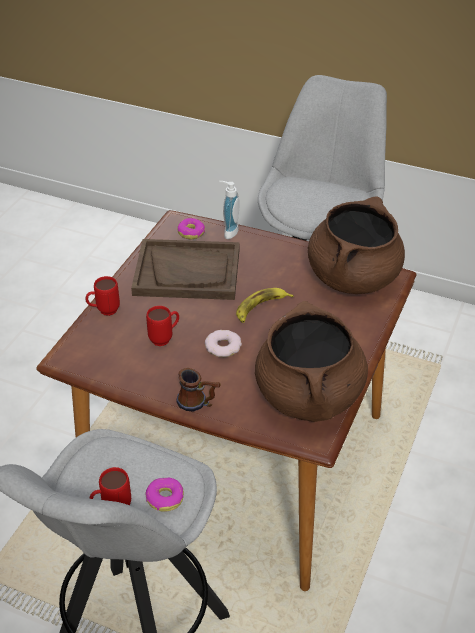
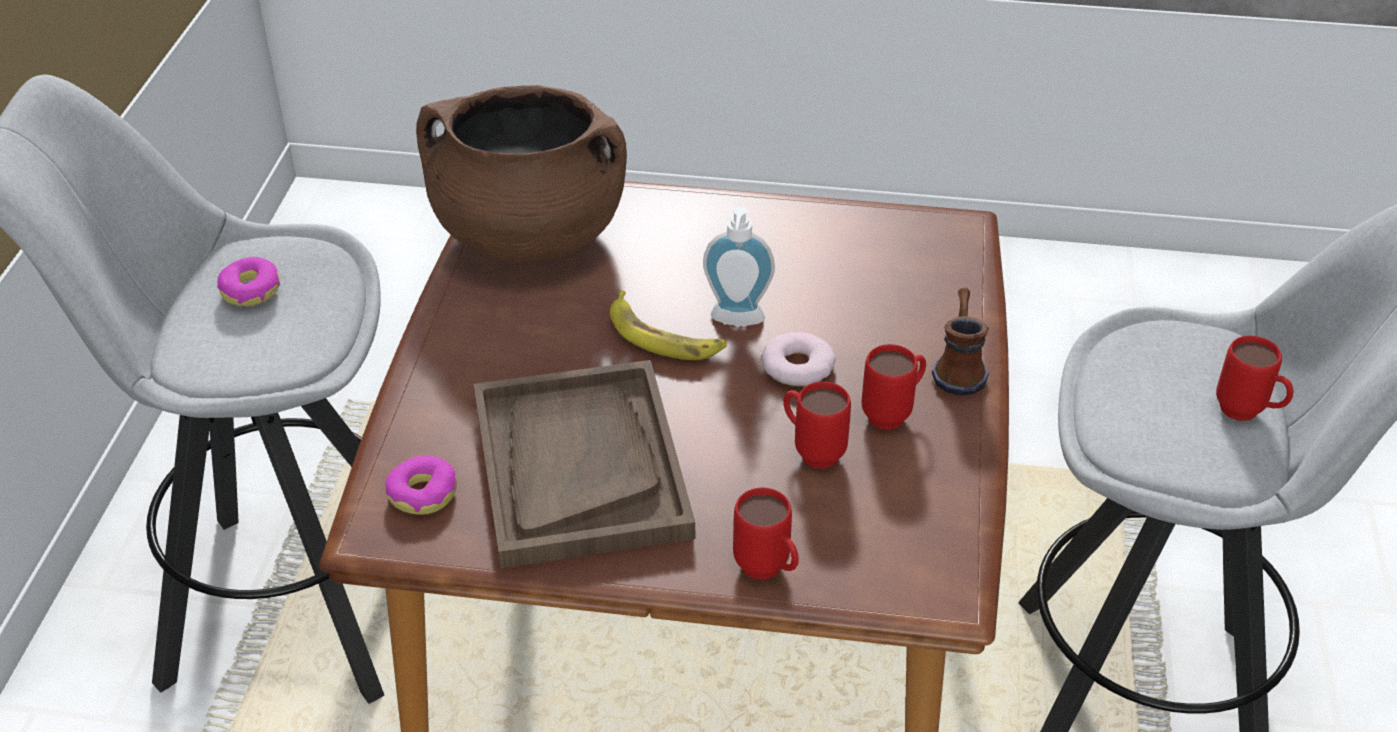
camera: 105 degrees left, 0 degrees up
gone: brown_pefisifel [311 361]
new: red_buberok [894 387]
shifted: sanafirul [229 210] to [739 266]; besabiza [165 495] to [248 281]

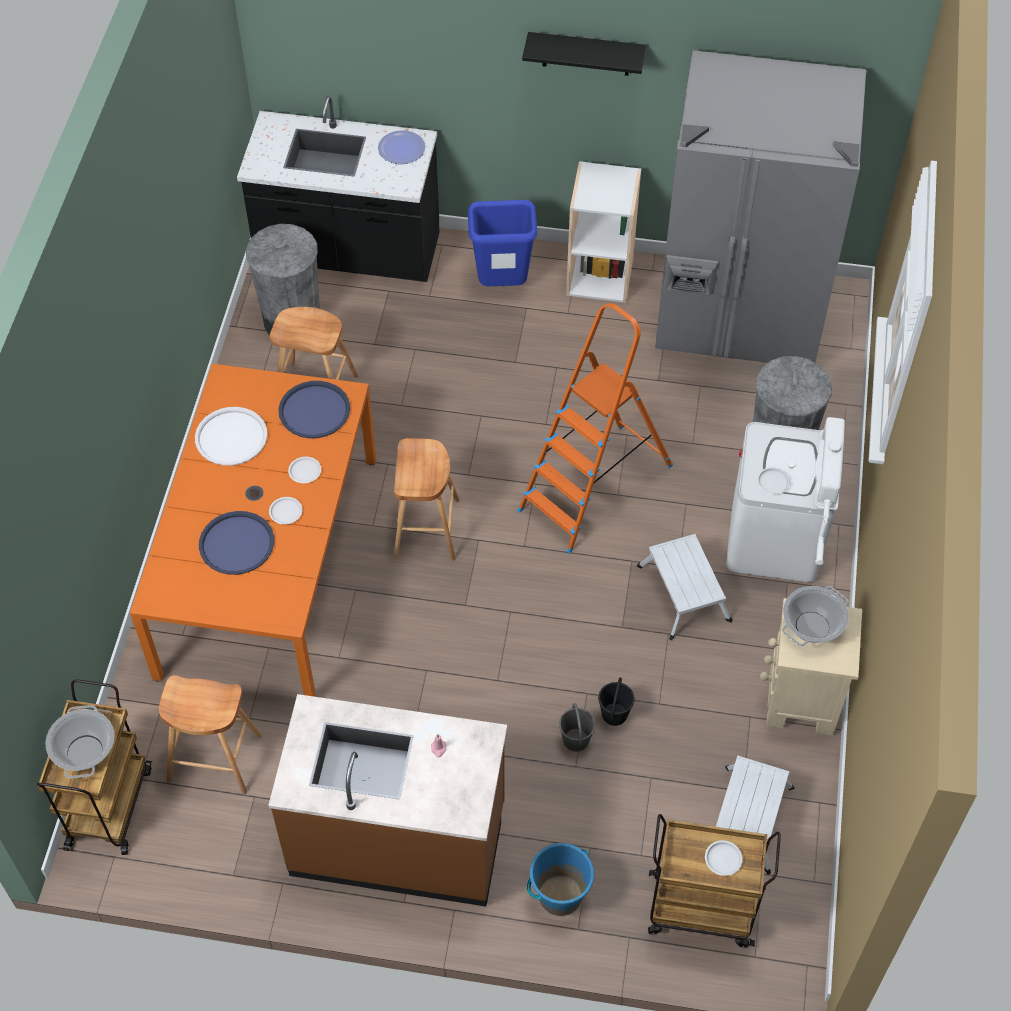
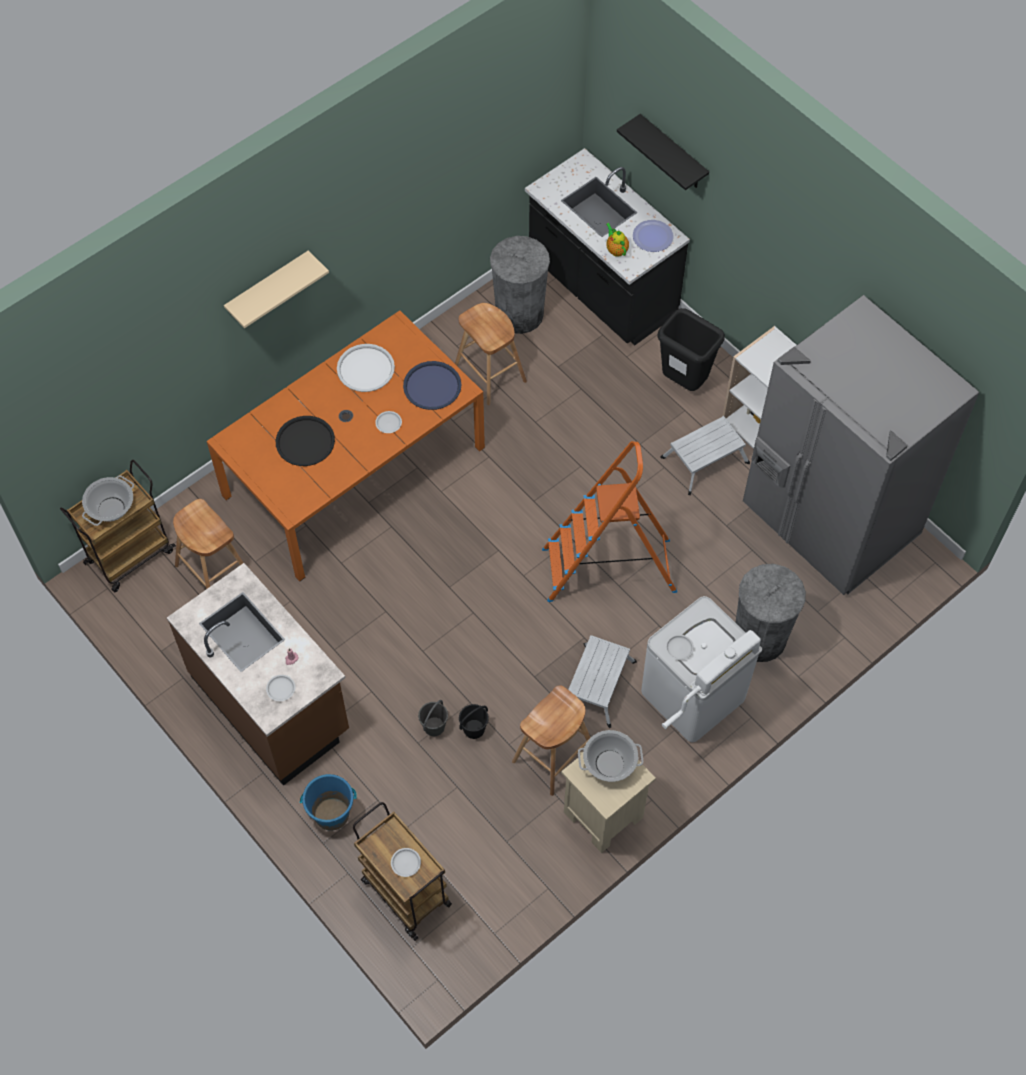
camera: 40 degrees right, 5 degrees up
new: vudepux [617 240]; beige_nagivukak [276 289]
shifted: black_nagivukak [584 54] to [663 152]; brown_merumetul [426 499] to [551 740]; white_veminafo [286 510] to [280 688]; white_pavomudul [755 815] to [705 455]
repainted: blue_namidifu [502 243] to black_namidifu [691 349]; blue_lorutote [236 543] to black_lorutote [305 441]

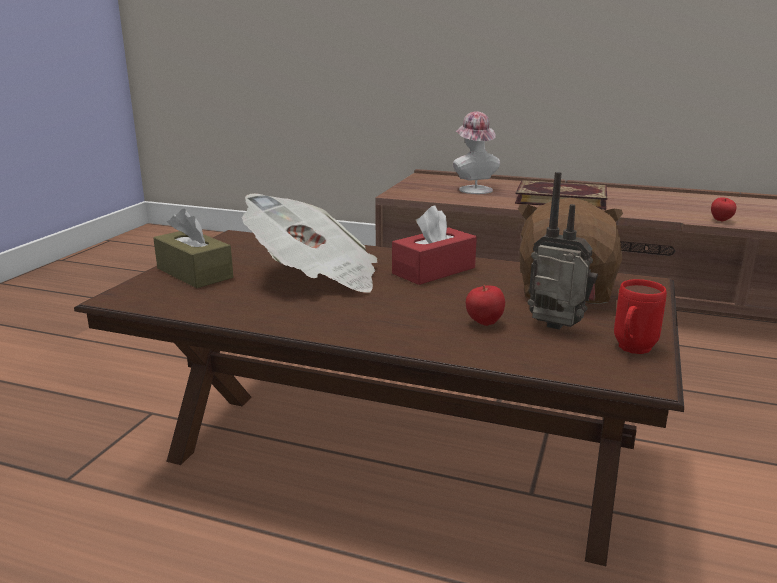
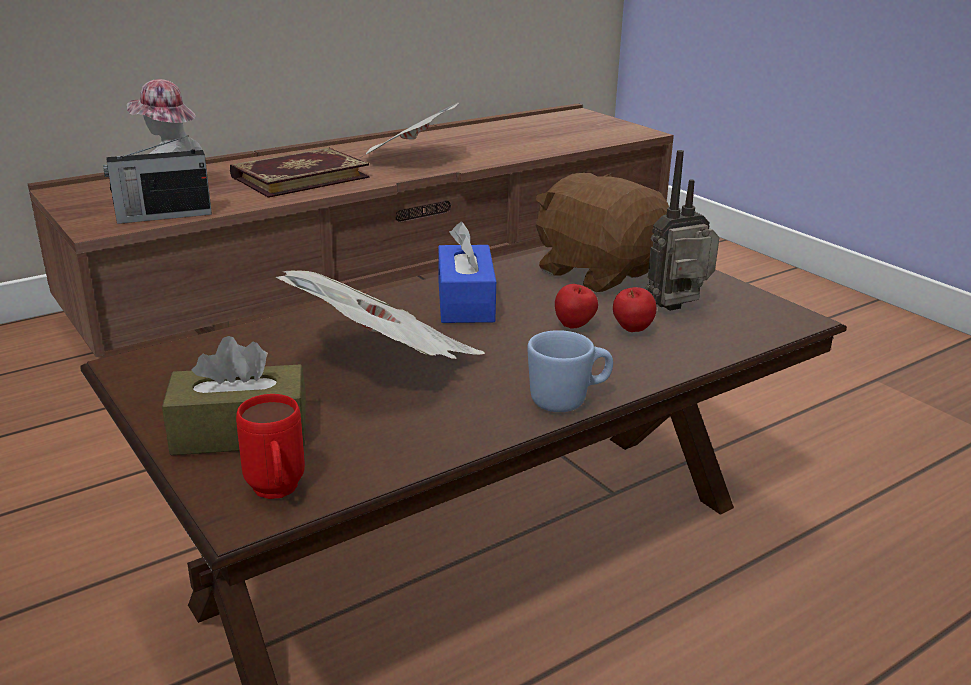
camera: 55 degrees left, 5 degrees up
new: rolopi [409 130]; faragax [157 179]; blue_buberok [570 371]
shifted: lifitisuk [724 209] to [576 306]; red_buberok [640 316] to [270 446]
repainted: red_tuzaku [434 245] to blue_tuzaku [467 272]

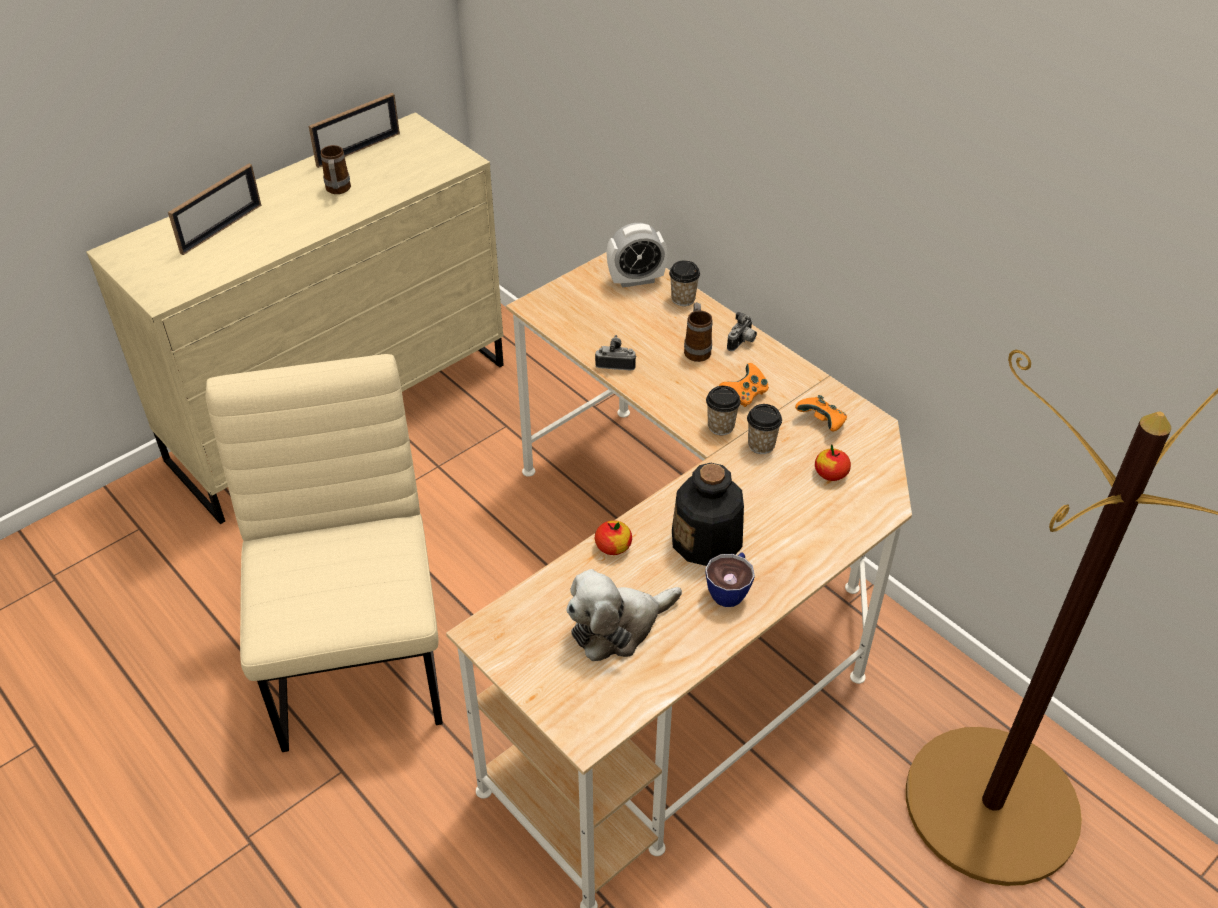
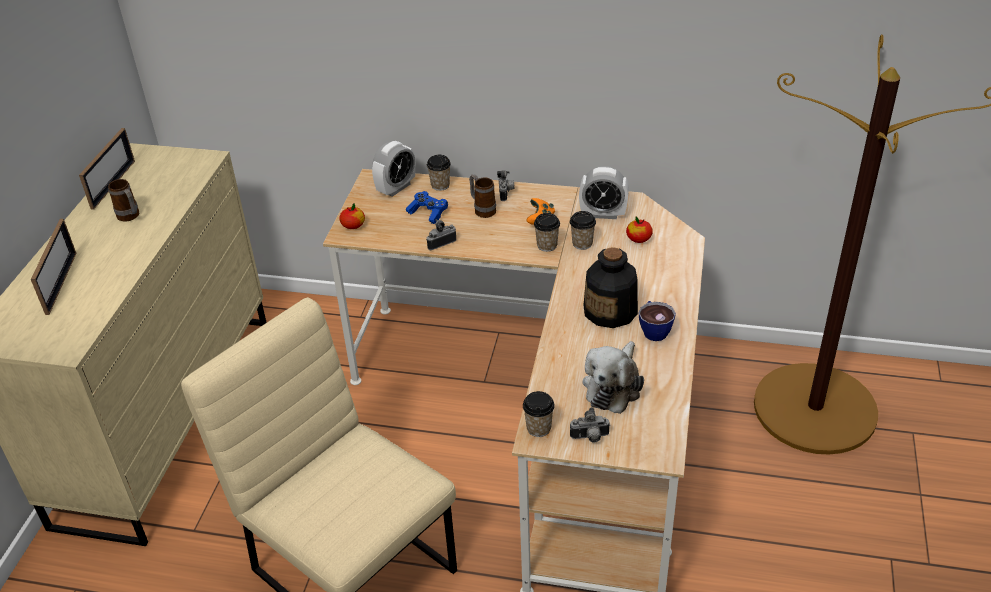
camera: 35 degrees left, 5 degrees down
new: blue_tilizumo [427 207]; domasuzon [539 414]; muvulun [590 424]
shifted: lifitisuk [613 537] to [352 216]
swapped: orange_tilizumo [821 413] to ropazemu [604 192]

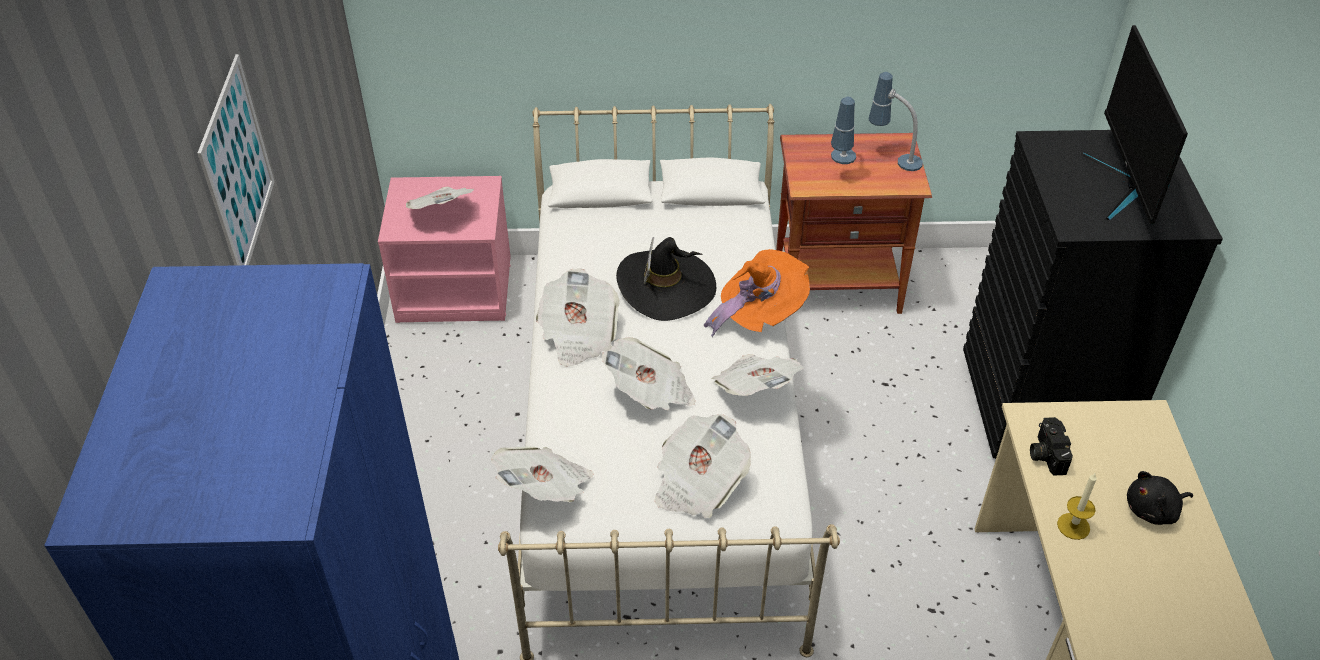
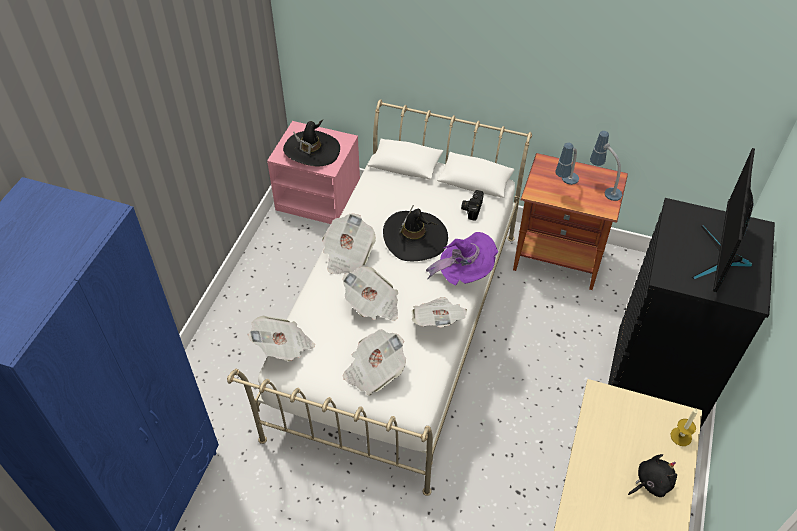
camera: 20 degrees right, 5 degrees up
gone: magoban [236 159]
shifted: muvulun [1051 446] to [472 205]; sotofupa [1077 506] to [684 427]
swapped: rolopi [440 197] to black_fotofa [311 142]
repainted: orange_fotofa [757 293] to purple_fotofa [462 259]
rotated: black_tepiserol [1160 498] = [652 475] 150 degrees clockwise

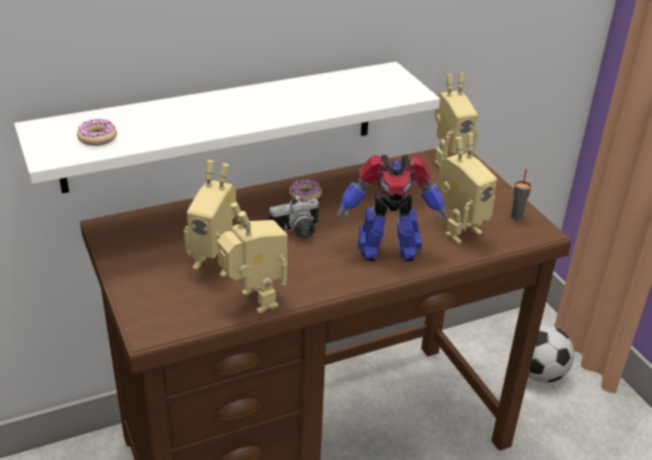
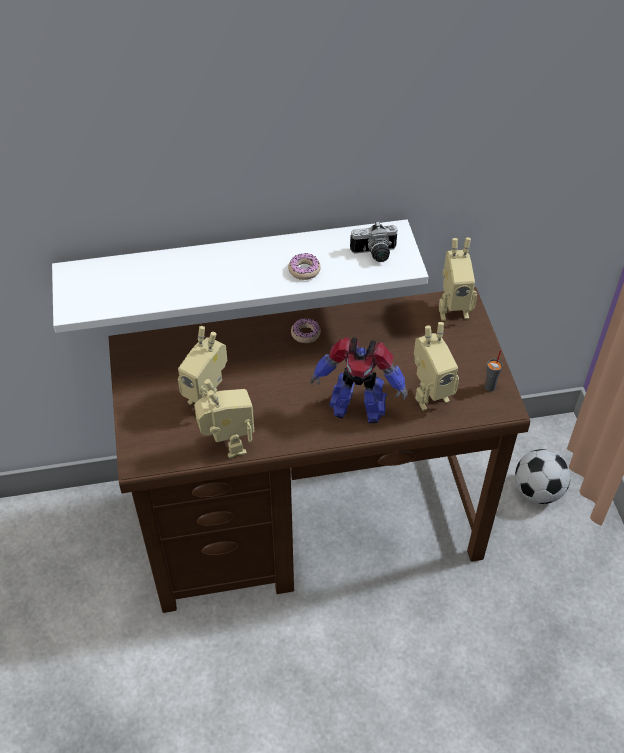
camera: 15 degrees right, 15 degrees up
shifted: besabiza [97 132] to [304 266]; muvulun [294 216] to [374 241]

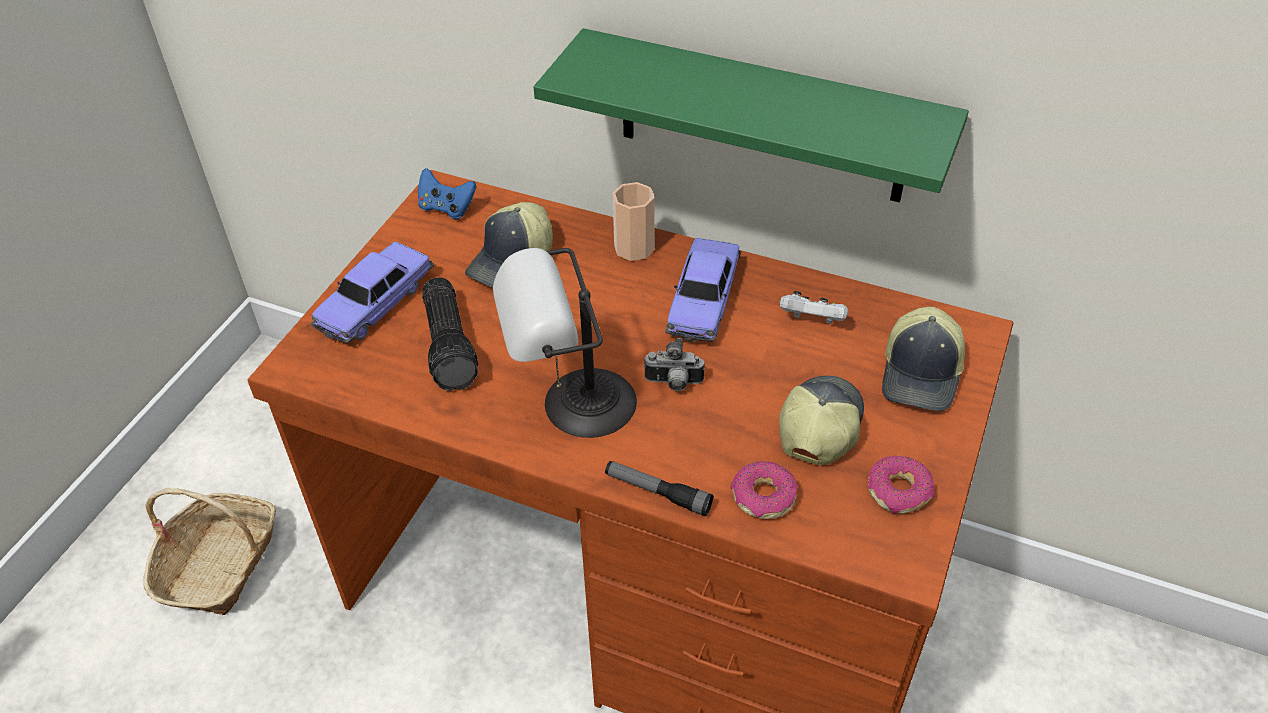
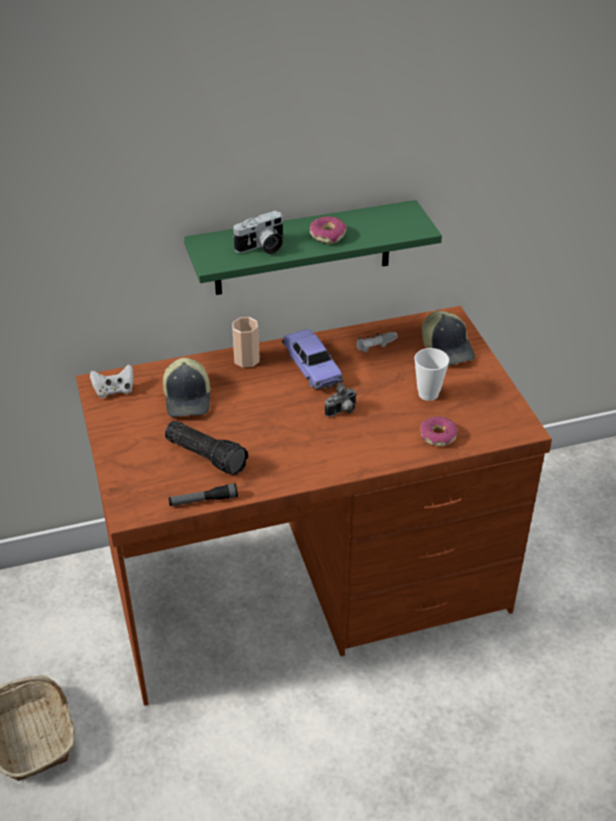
camera: 40 degrees left, 5 degrees down
gone: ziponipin [372 292]; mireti [565 343]
new: muvulun [258 232]
shifted: besabiza [901 484] to [328 230]; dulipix [659 488] to [203 494]
swapped: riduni [821 420] to domasuzon [431 374]
repainted: blue_tilizumo [447 193] to white_tilizumo [111 381]

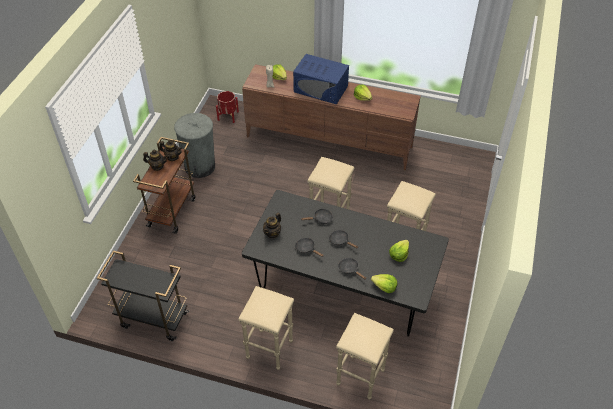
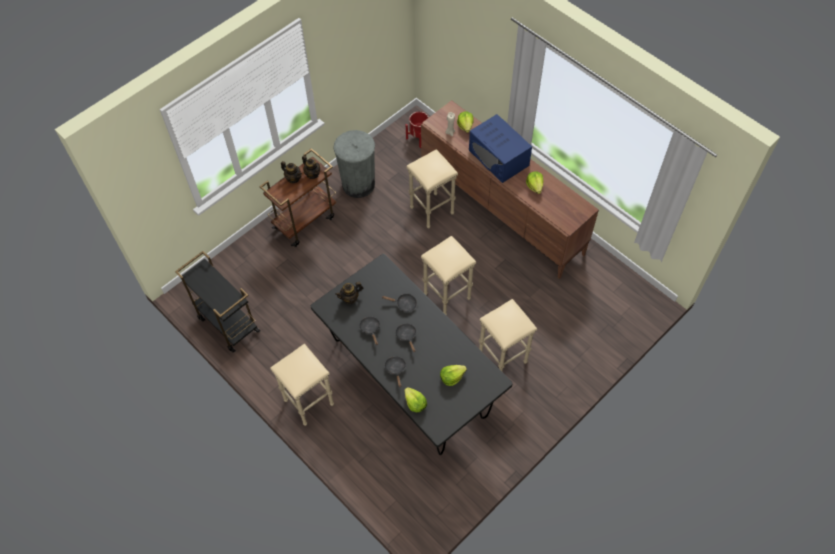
camera: 30 degrees right, 10 degrees up
shifted: beige_merumetul [365 356] to [432 188]

